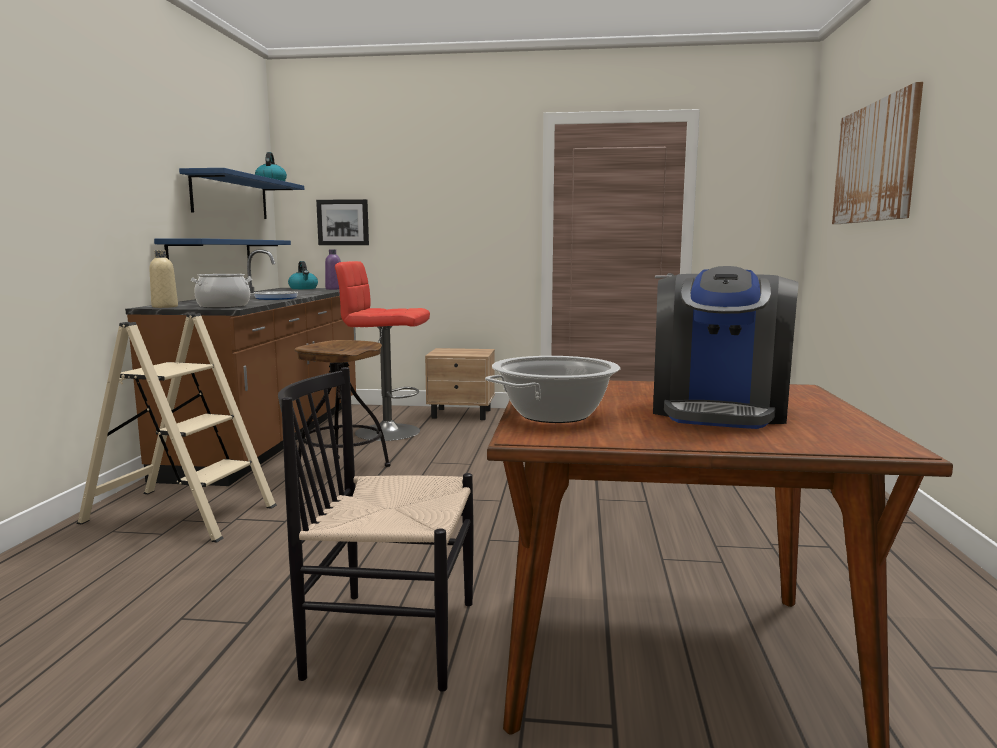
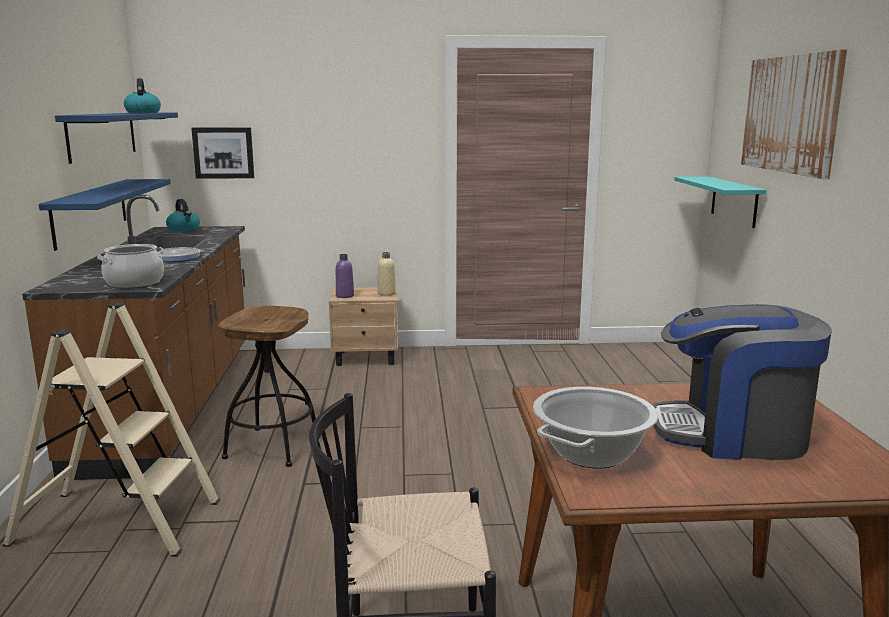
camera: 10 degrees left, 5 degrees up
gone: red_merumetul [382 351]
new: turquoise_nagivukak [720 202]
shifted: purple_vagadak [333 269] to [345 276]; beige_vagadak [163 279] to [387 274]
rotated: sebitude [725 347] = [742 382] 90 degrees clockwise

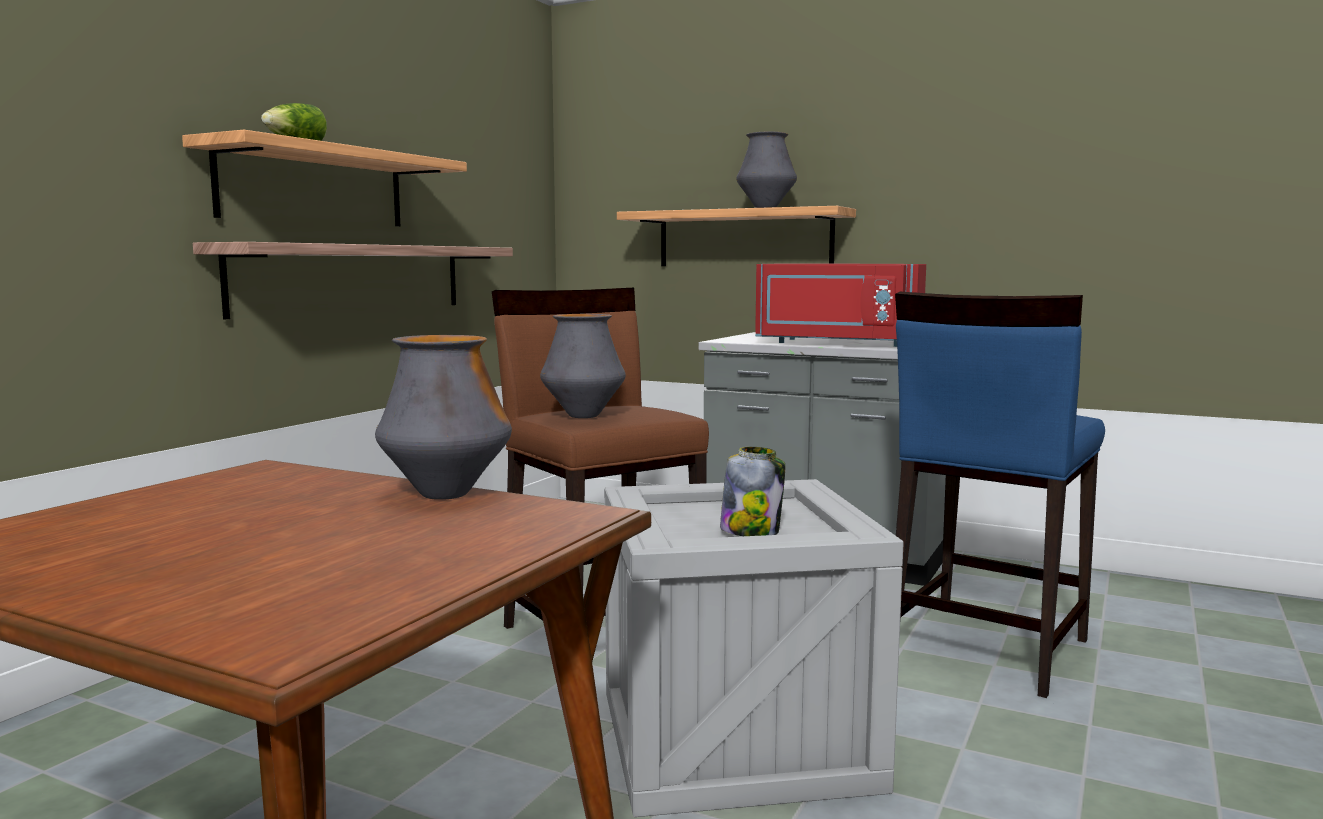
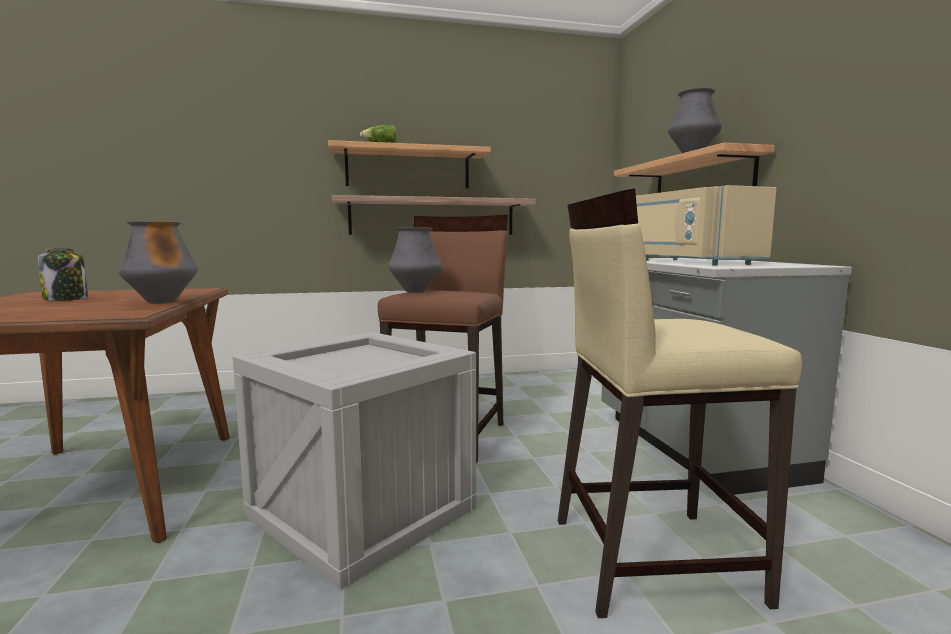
camera: 50 degrees right, 0 degrees up
shifted: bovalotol [752 491] to [63 274]
repainted: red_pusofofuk [840 305] to beige_pusofofuk [706 225]; blue_merumetul [1000 495] to beige_merumetul [680 403]

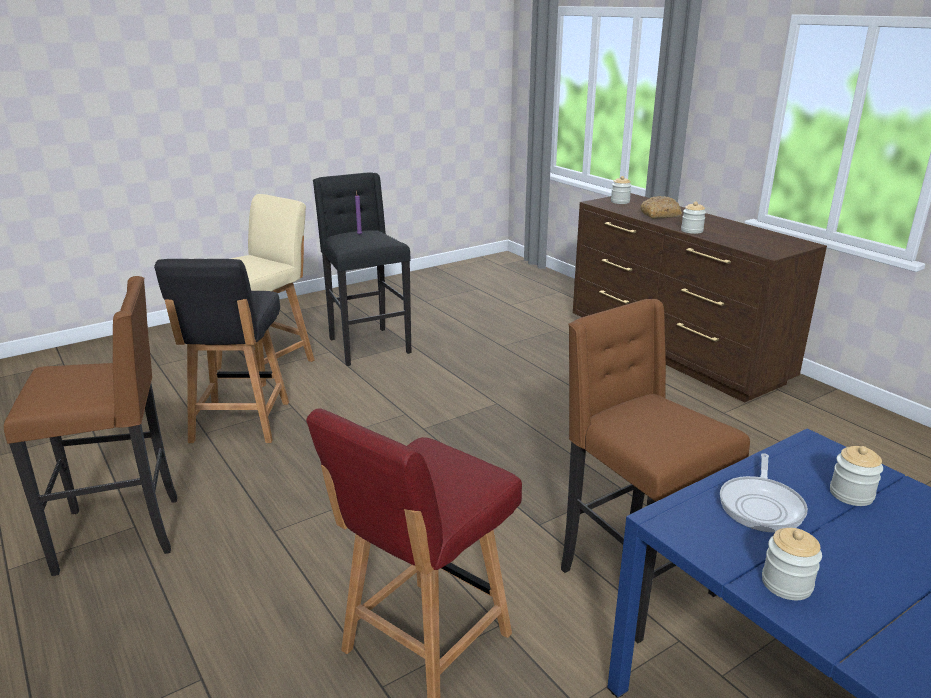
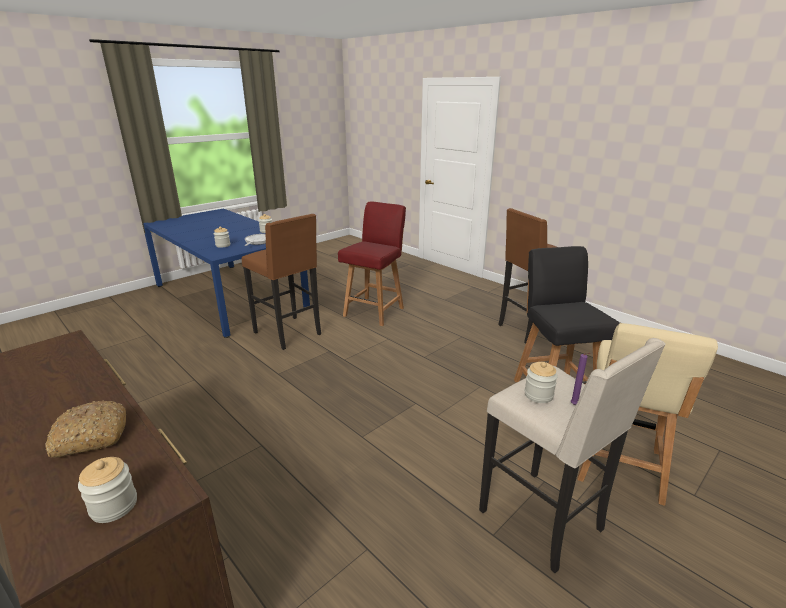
camera: 170 degrees right, 0 degrees up
shifted: bovalotol [693 218] to [541 382]
repainted: black_merumetul [362 269] to beige_merumetul [572 455]

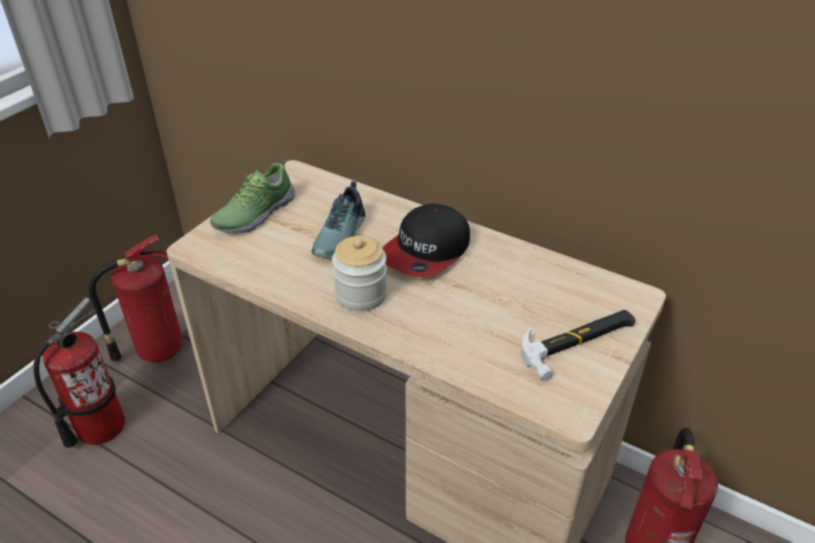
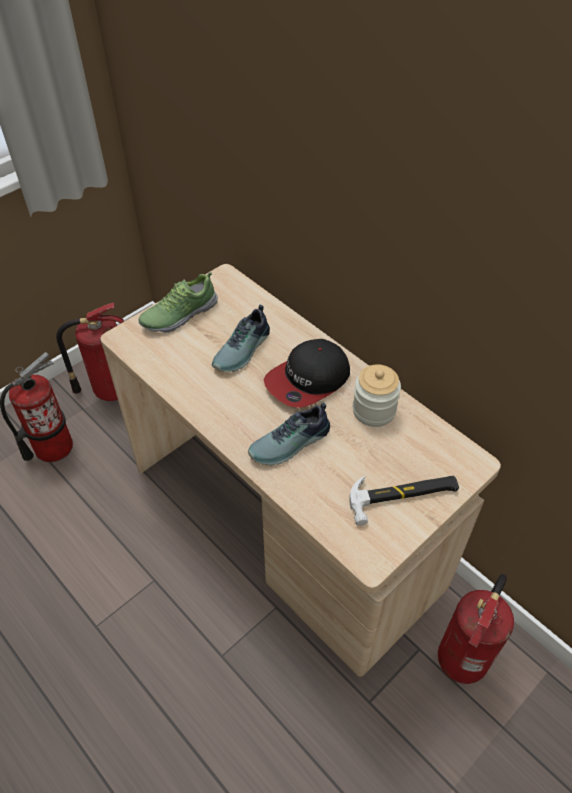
camera: 15 degrees right, 10 degrees up
new: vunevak [289 433]
shifted: bovalotol [359 273] to [377 395]

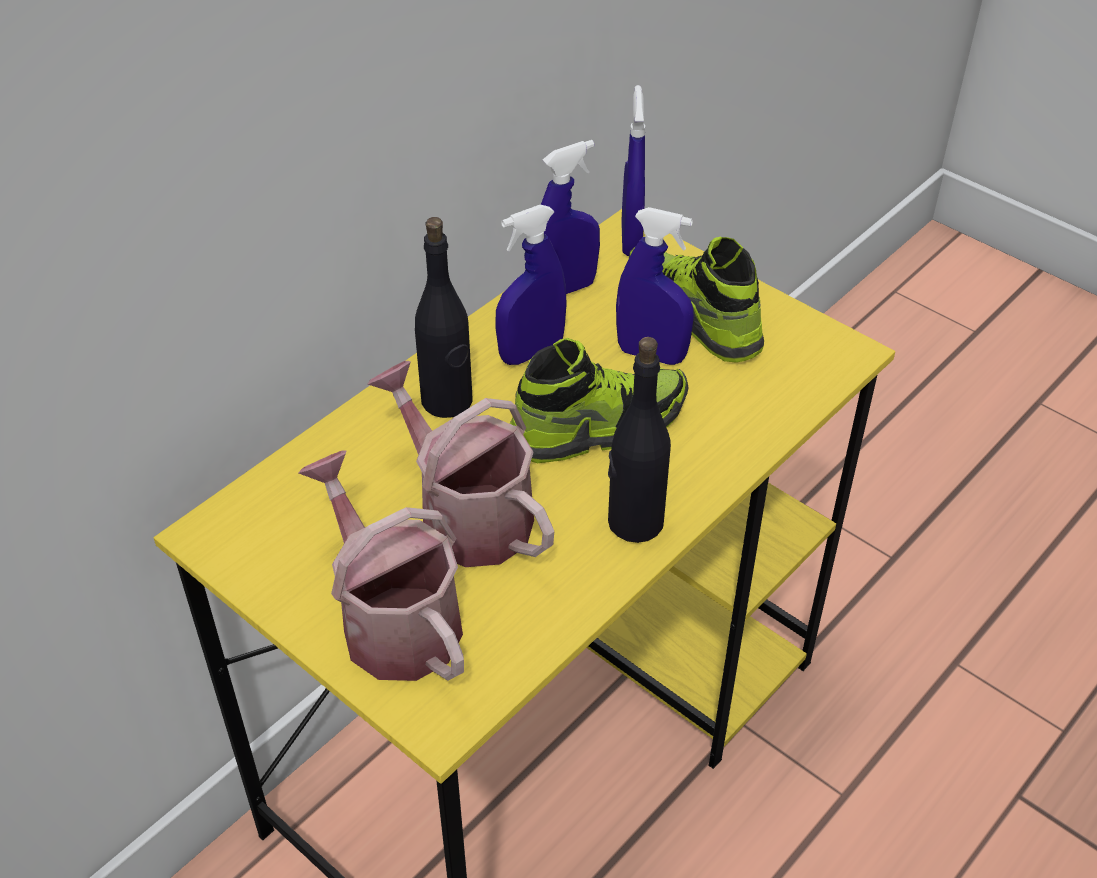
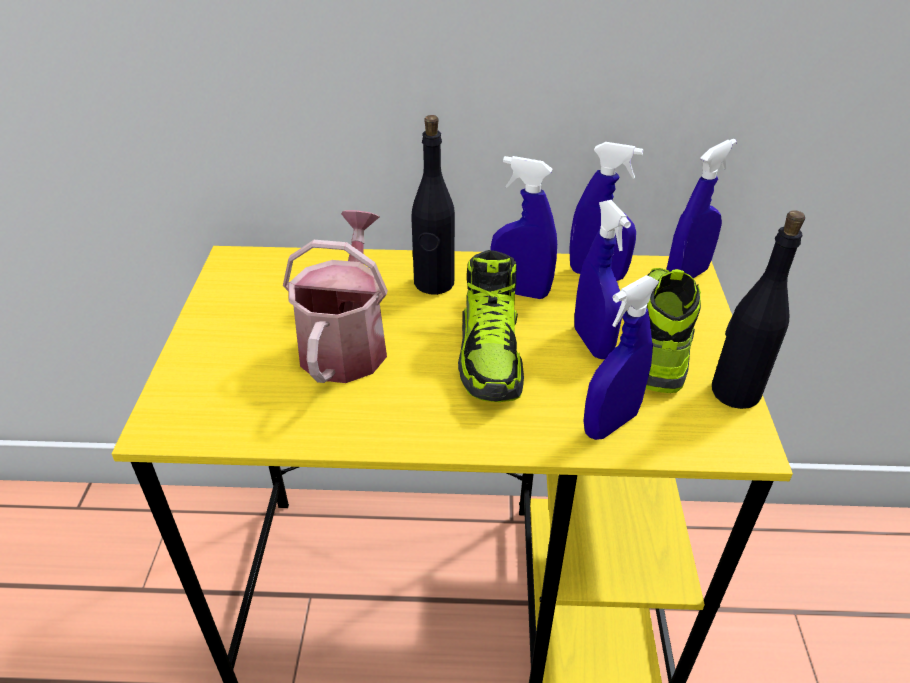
camera: 50 degrees right, 5 degrees down
gone: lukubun [381 565]
new: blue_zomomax [621 357]
shifted: black_vagadak [639 440] to [758 309]
rotated: vunevak [599 400] = [491 326] 60 degrees clockwise

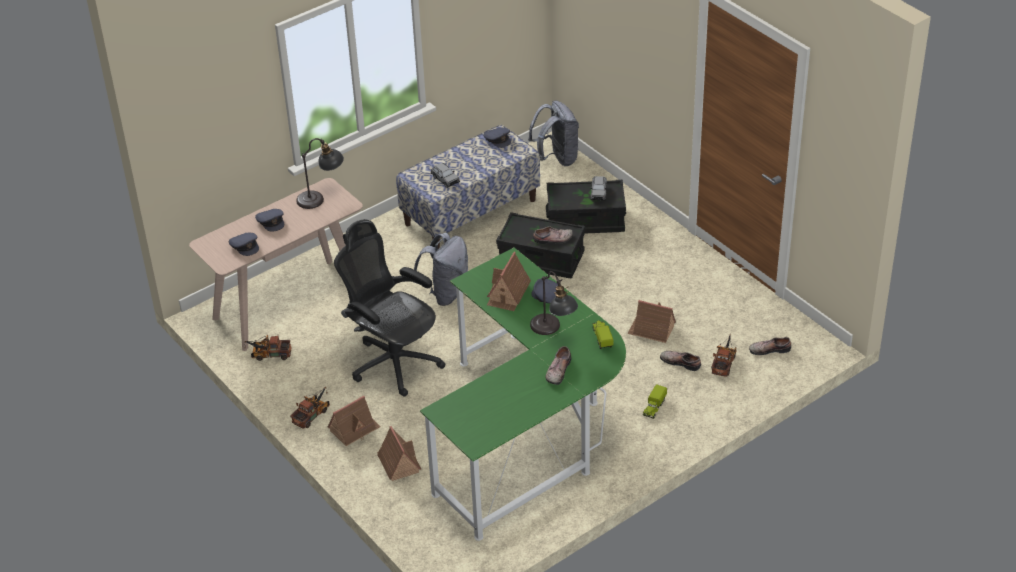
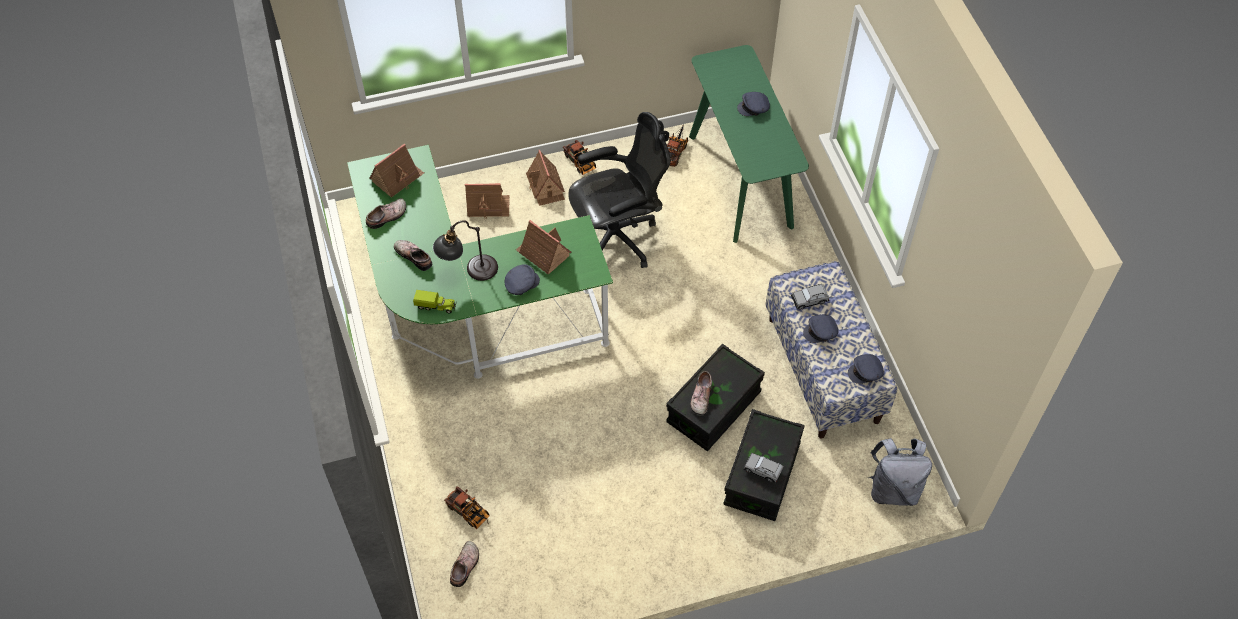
camera: 110 degrees right, 15 degrees up
gone: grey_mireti [320 173]; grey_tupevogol [440 269]; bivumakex [655 401]
shifted: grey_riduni [244 244] to [820 328]; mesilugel [652 321] to [396 171]; vunevak [680 361] to [386 213]
repainted: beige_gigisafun [276 264] to green_gigisafun [749 144]

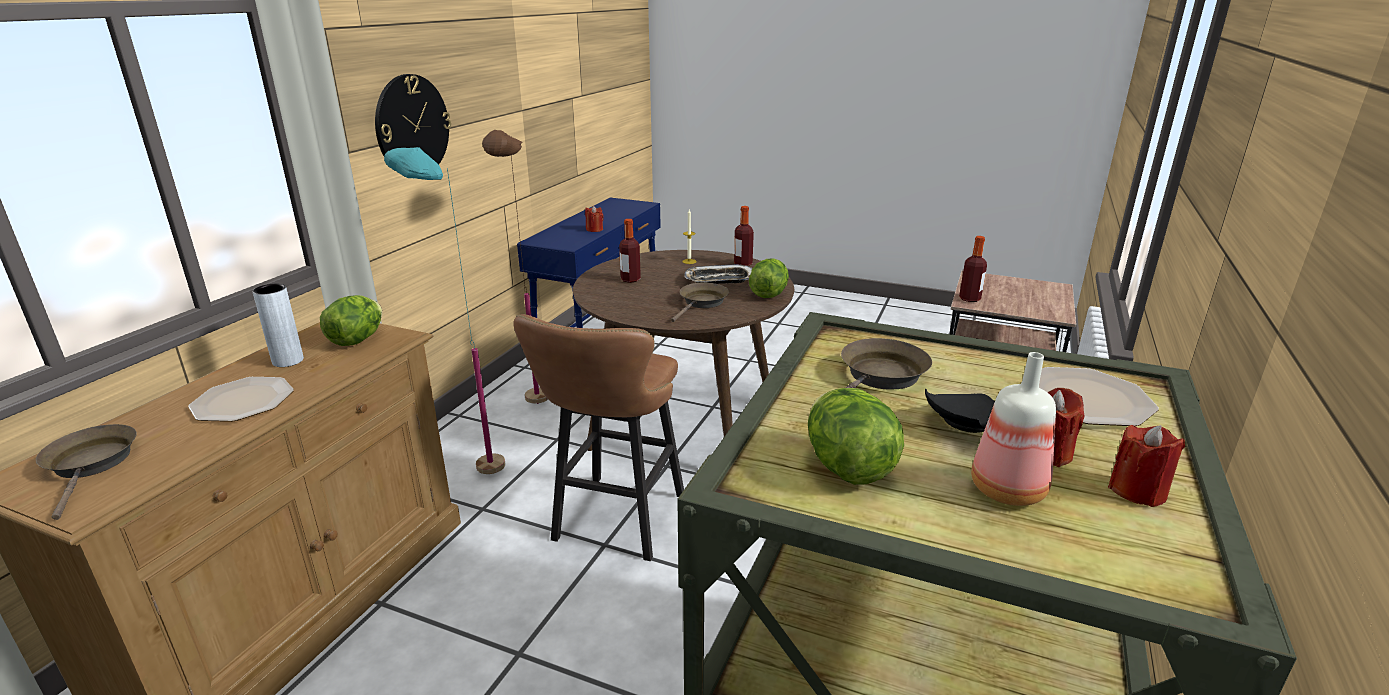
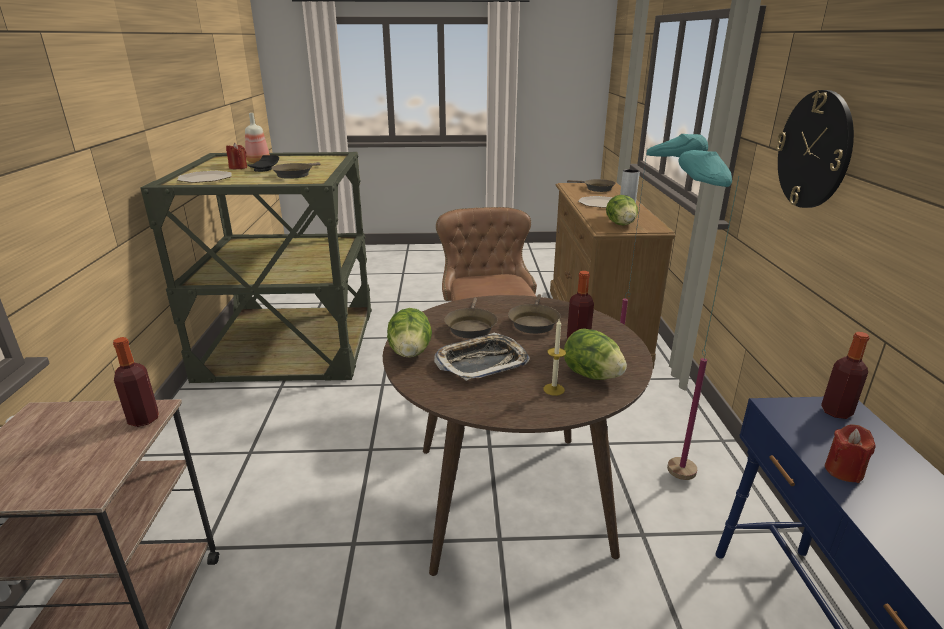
camera: 155 degrees right, 0 degrees up
gone: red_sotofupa [1146 466]
new: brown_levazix [534 314]
shifted: vagadak [744 236] to [845 375]; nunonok [856 436] to [595 354]
repainted: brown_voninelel [515 267] to turquoise_voninelel [703 315]

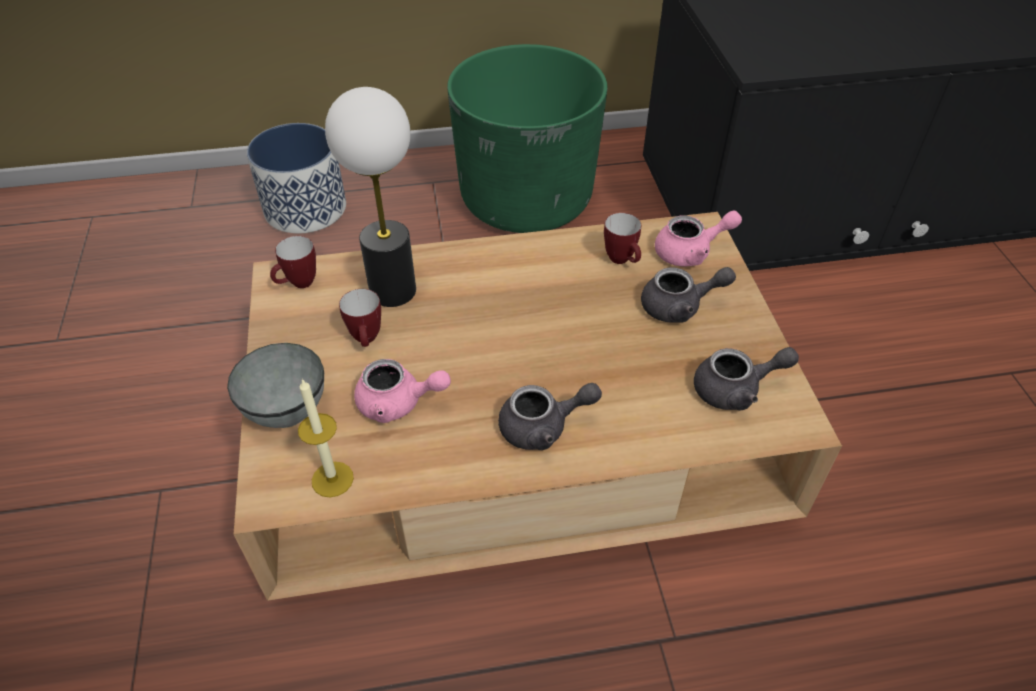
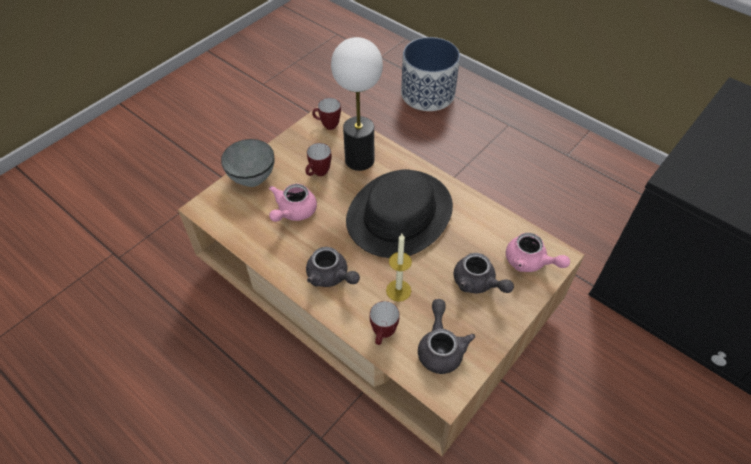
camera: 50 degrees right, 5 degrees up
gone: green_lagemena [527 138]
new: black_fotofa [399 213]
shifted: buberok [622 238] to [384 323]; sotofupa [326 437] to [399 268]
rotated: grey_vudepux [746 378] = [446 336] 135 degrees counterclockwise; pink_vudepux [402 391] = [293 203] 60 degrees clockwise

